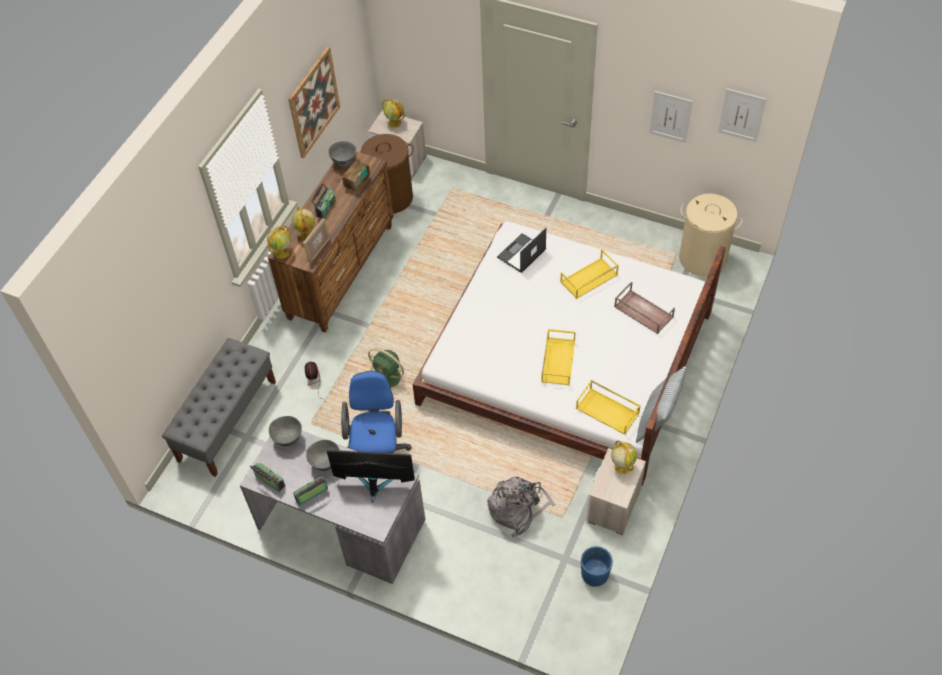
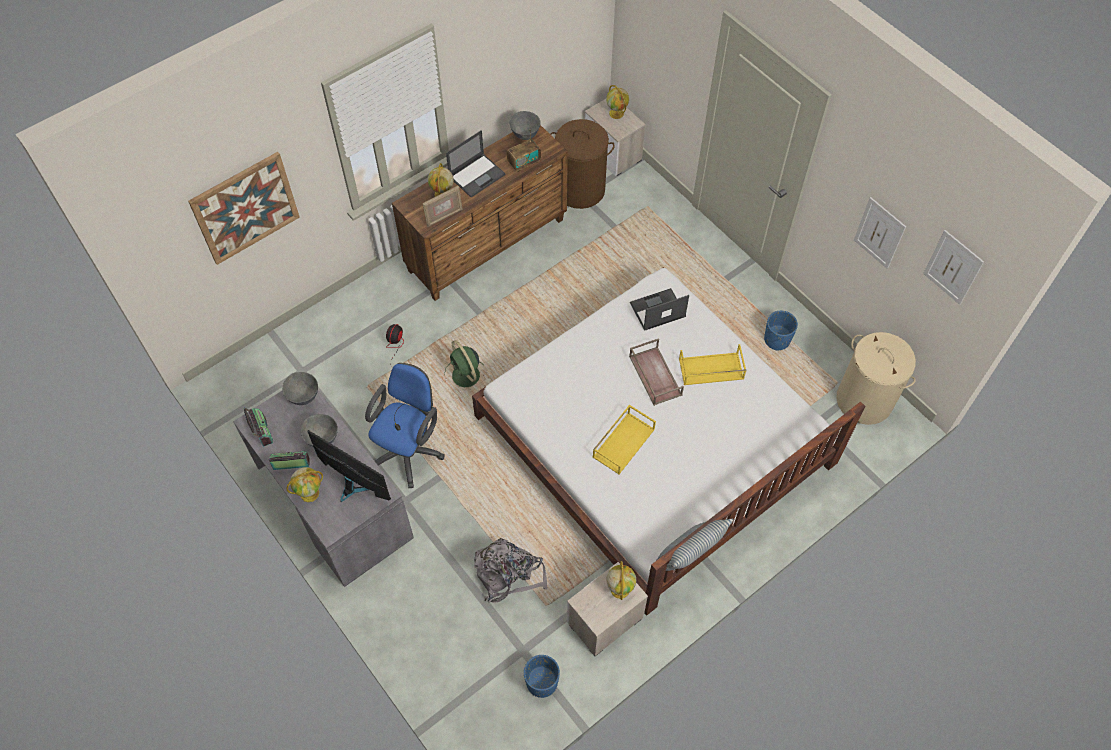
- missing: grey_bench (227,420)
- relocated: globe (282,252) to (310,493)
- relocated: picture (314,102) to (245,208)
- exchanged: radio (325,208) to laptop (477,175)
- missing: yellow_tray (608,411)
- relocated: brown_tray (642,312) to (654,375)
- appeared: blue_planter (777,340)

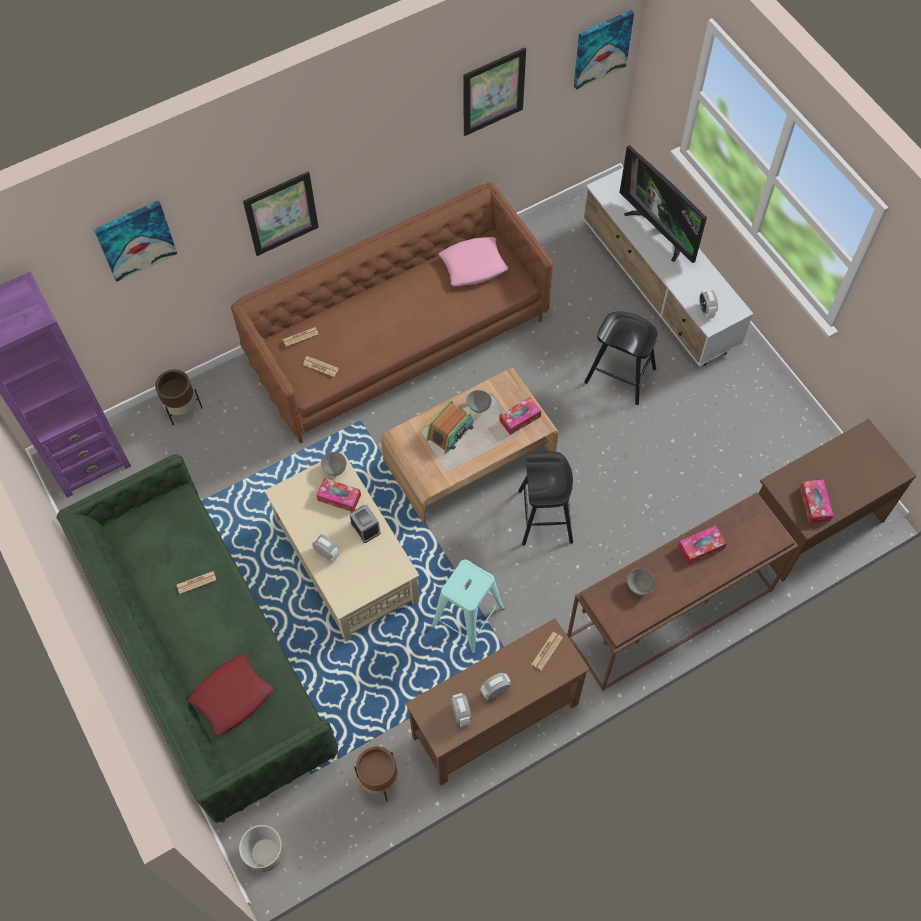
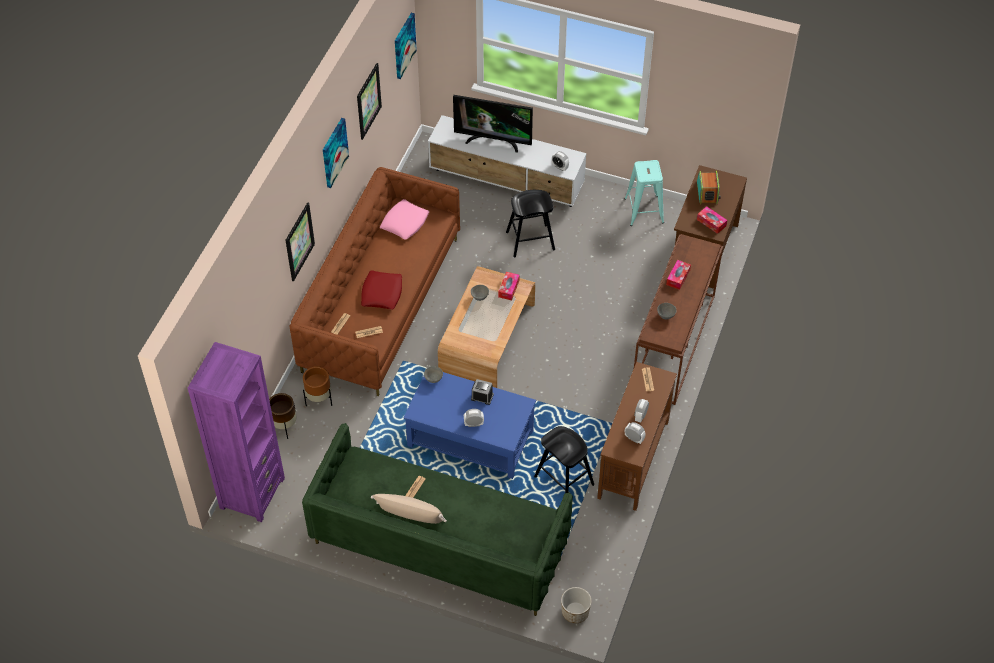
- relocated: picture (135,240) to (334,152)
- relocated: red_pillow (232,696) to (382,293)
- colour: beige_coffee_table (346,560) to blue_coffee_table (470,438)
- missing: tissue_box (339,498)
- relocated: brown_planter (379,779) to (319,399)
- relocated: radio (450,432) to (707,192)
- relocated: turquoise_stool (467,617) to (644,210)
- relocated: black_stool (545,516) to (564,480)
- appeared: beige_pillow (410,514)

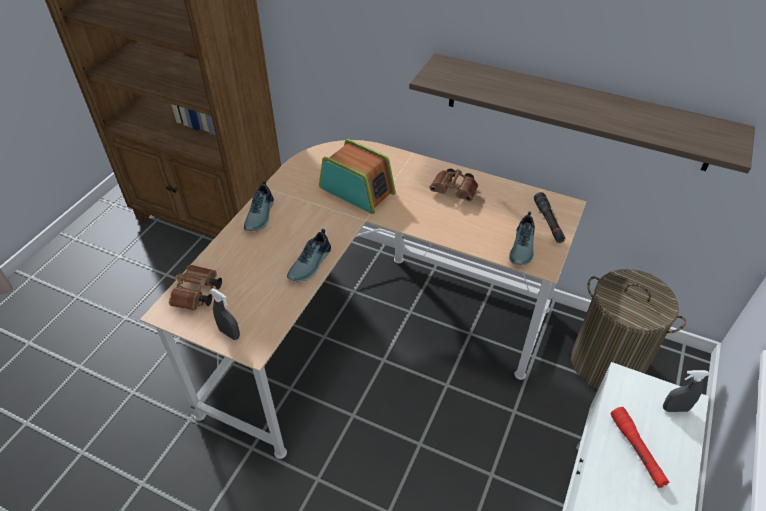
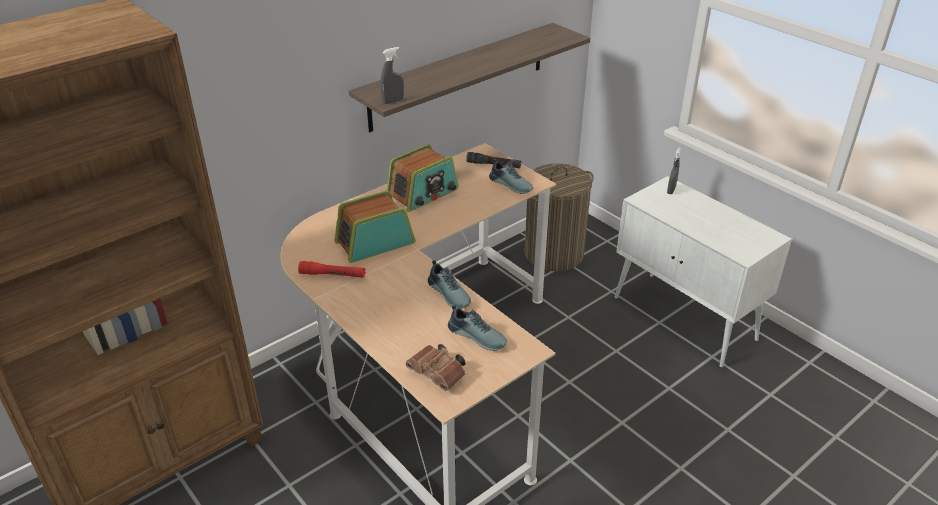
- relocated: grey_spray_bottle (229,333) to (393,101)
- relocated: shoe (261,215) to (478,335)
- exchanged: brown_binoculars (455,192) to radio (423,193)
- relocated: red_flashlight (637,450) to (332,275)

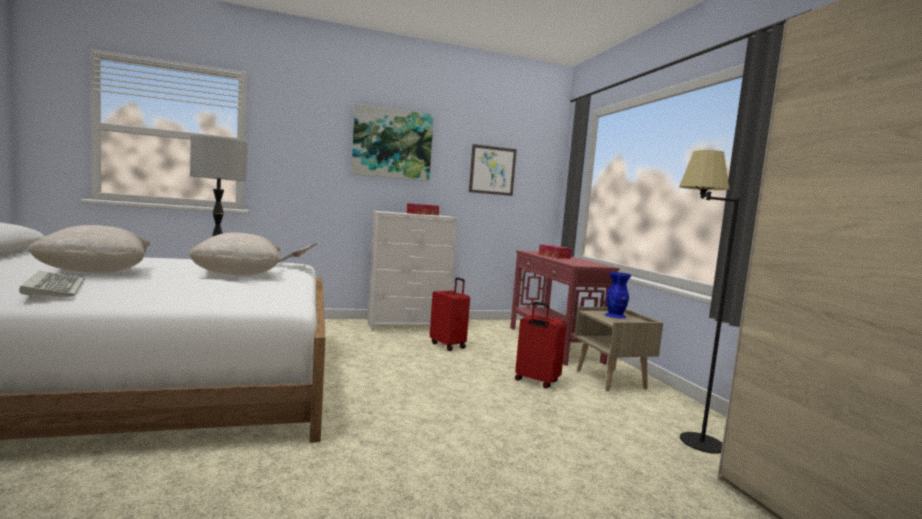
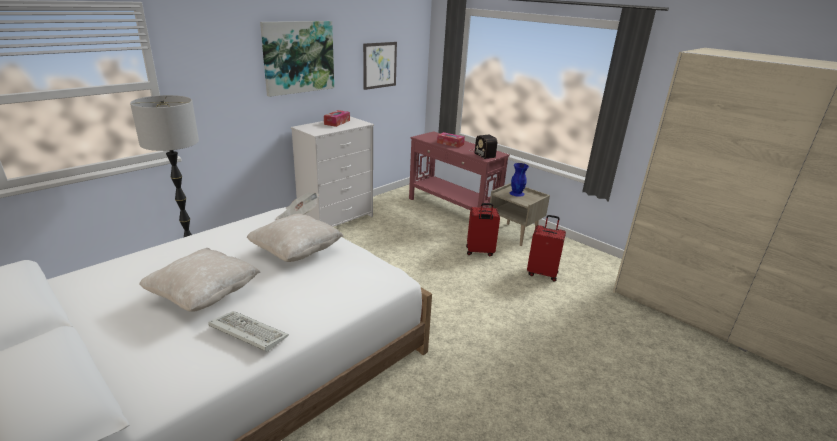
- relocated: red_suitcase (448,345) to (542,273)
- missing: black_floor_lamp (684,434)
- appeared: radio (482,153)

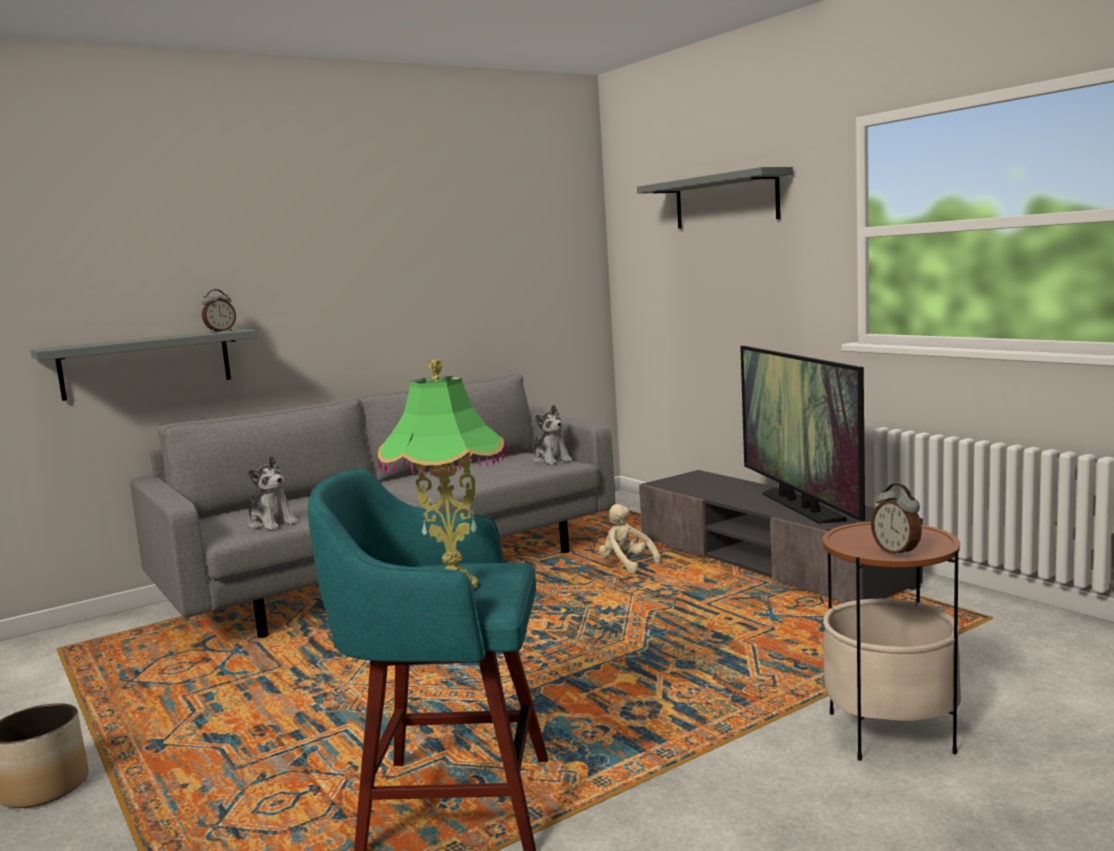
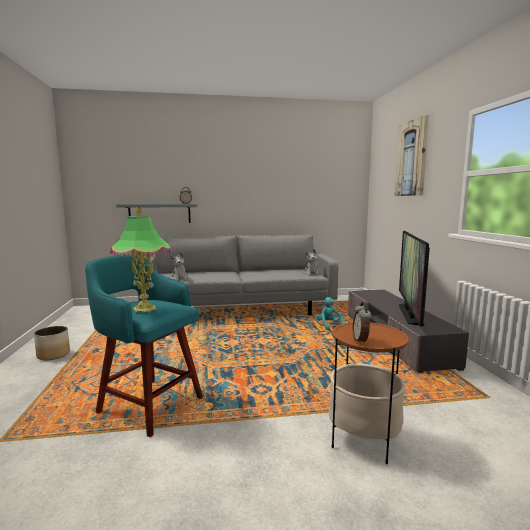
- colour: beige_plush_toy (626,565) to turquoise_plush_toy (329,325)
- exchanged: grey_shelf (725,200) to picture (412,158)

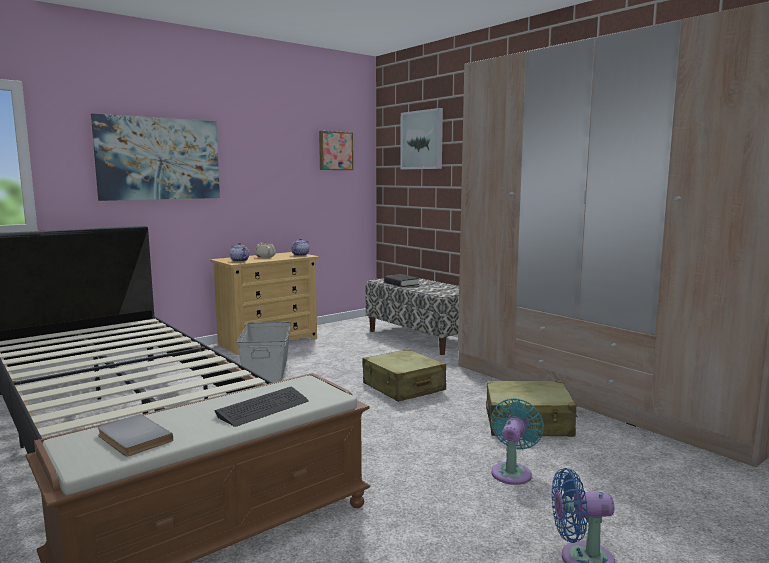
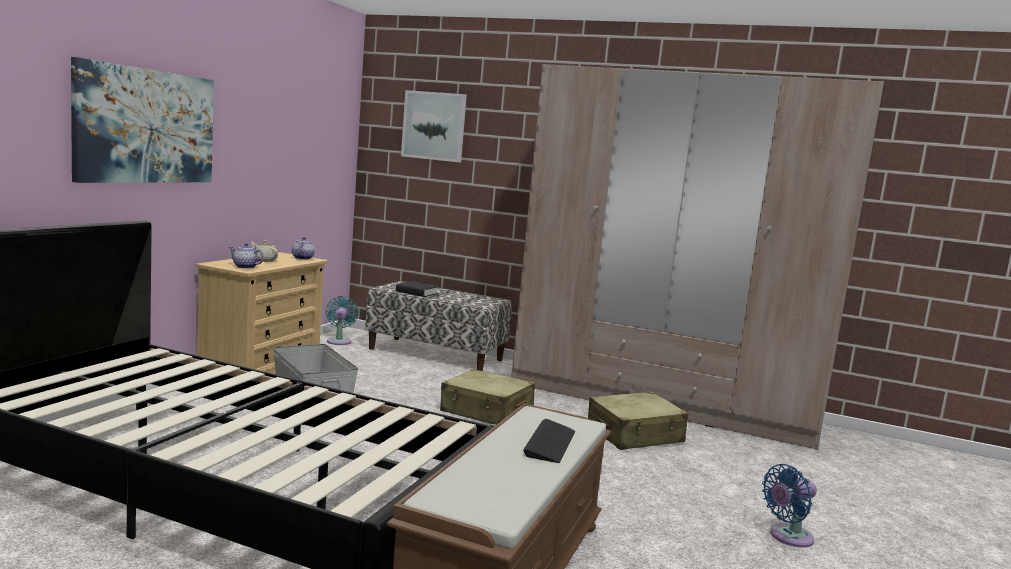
- missing: grey_book (132,438)
- missing: picture (335,151)
- relocated: turquoise_fan (512,472) to (339,341)

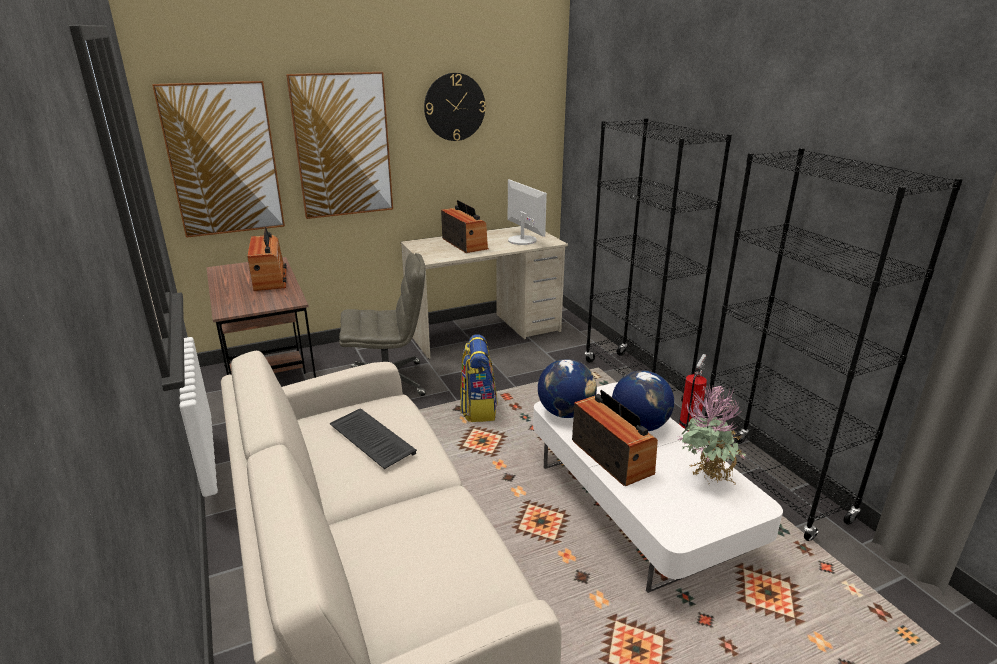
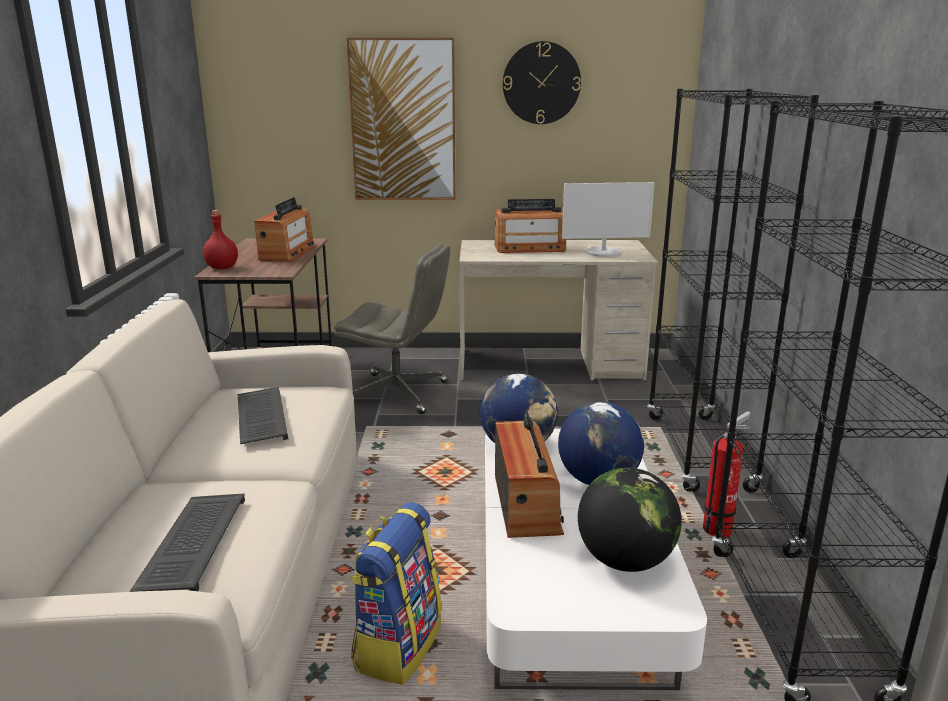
- missing: picture (223,160)
- spun: radio (464,244) = (529,248) 90 degrees clockwise
- relocated: backpack (478,408) to (397,645)
- spun: monitor (522,240) = (603,252) 90 degrees clockwise
- exchanged: potted_plant (706,481) to globe (625,561)
- appeared: keyboard (192,542)
- appeared: red_bottle (221,268)

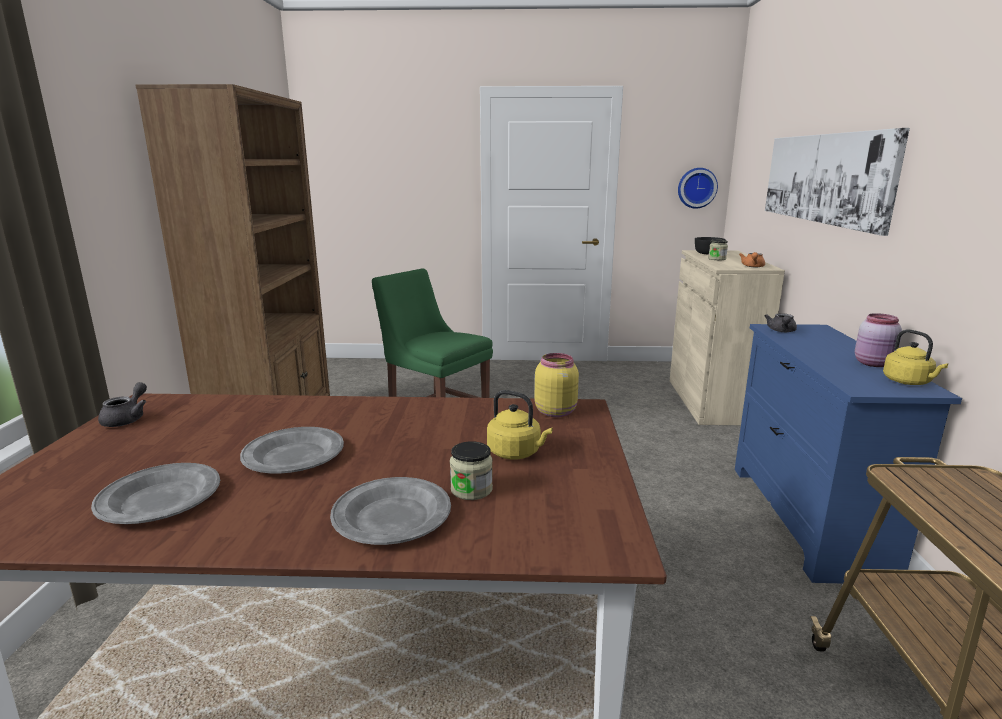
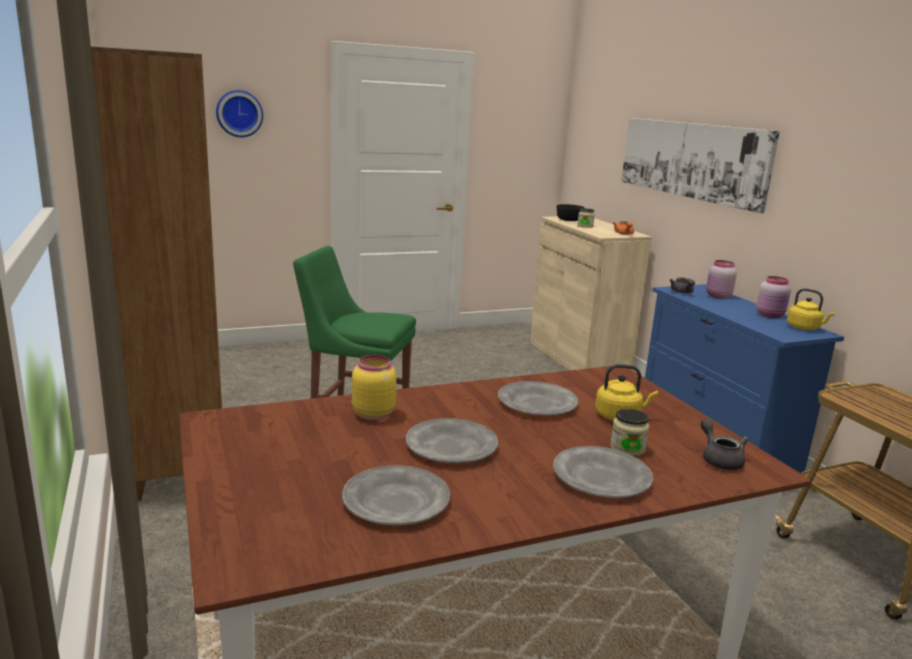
- relocated: grey_teapot (127,419) to (719,459)
- relocated: yellow_jar (555,411) to (373,414)
- relocated: wall_clock (696,188) to (239,113)
- appeared: grey_plate (537,403)
- appeared: pink_jar (717,296)

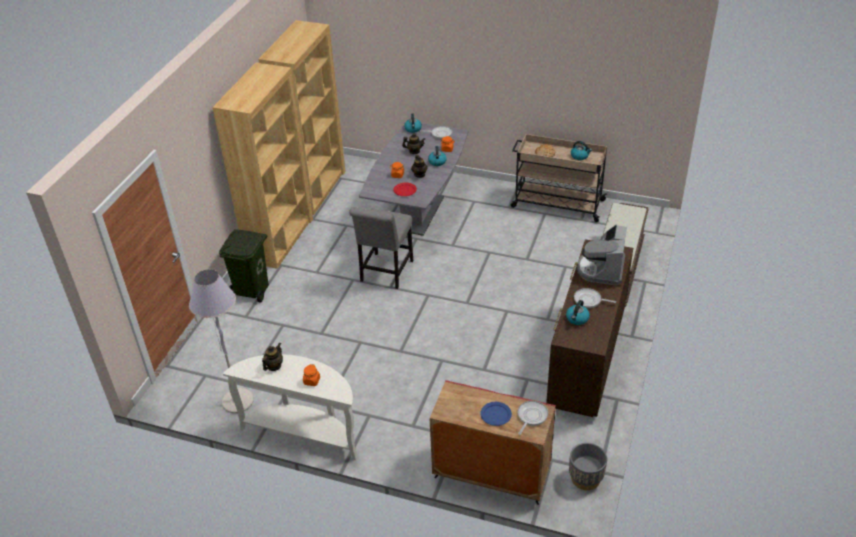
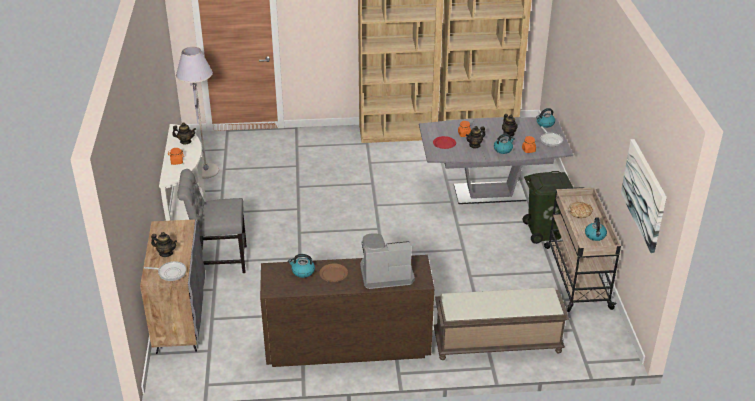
- relocated: green_trash_can (252,290) to (544,232)
- relocated: grey_chair (385,273) to (218,260)
- colour: red_cabinet (490,474) to grey_cabinet (180,318)
- exchanged: blue_plate (495,415) to teapot (166,253)
- missing: grey_planter (585,478)
- exchanged: frying_pan (589,300) to brown_plate (333,274)
- appeared: picture (644,194)

